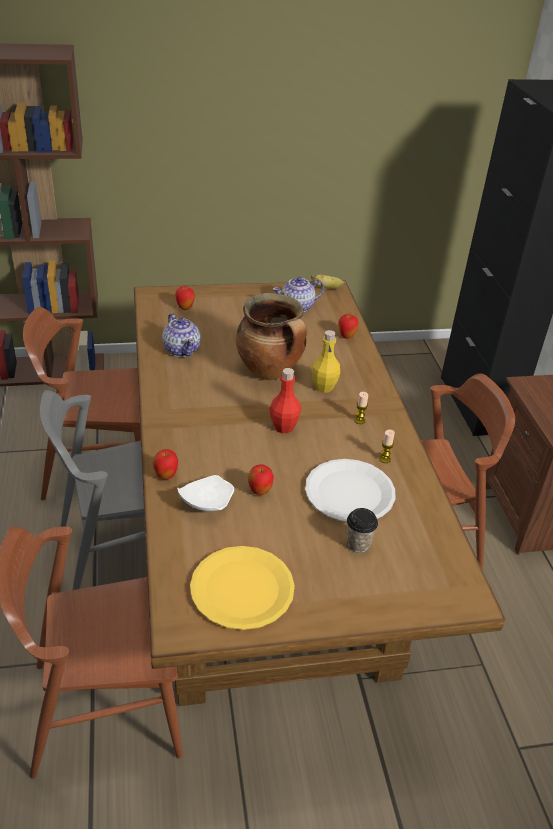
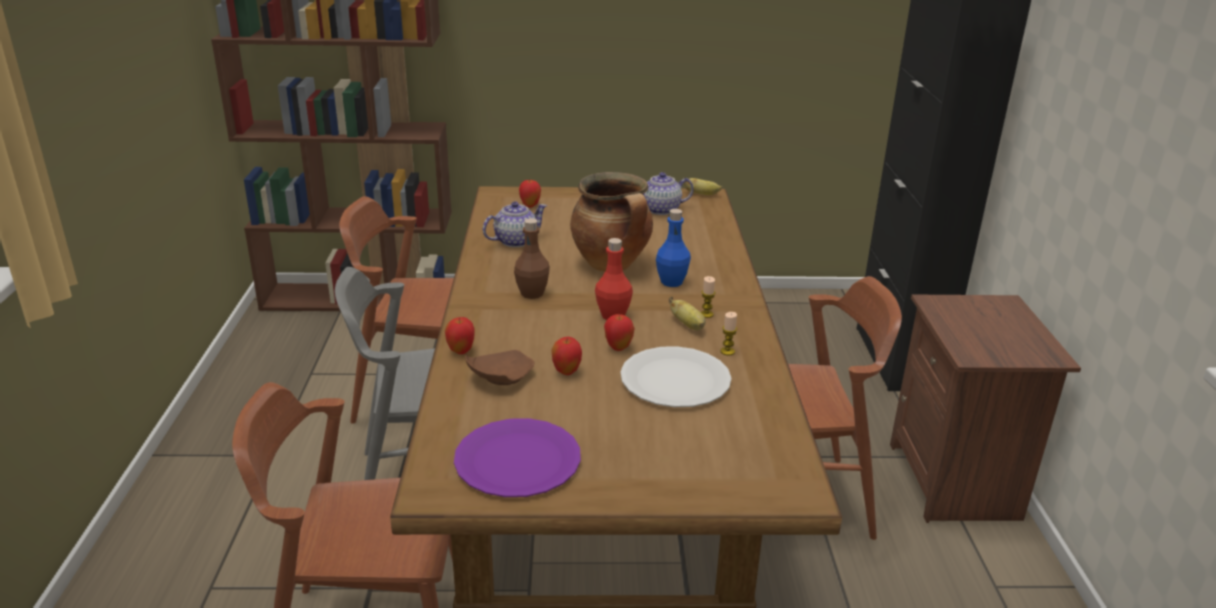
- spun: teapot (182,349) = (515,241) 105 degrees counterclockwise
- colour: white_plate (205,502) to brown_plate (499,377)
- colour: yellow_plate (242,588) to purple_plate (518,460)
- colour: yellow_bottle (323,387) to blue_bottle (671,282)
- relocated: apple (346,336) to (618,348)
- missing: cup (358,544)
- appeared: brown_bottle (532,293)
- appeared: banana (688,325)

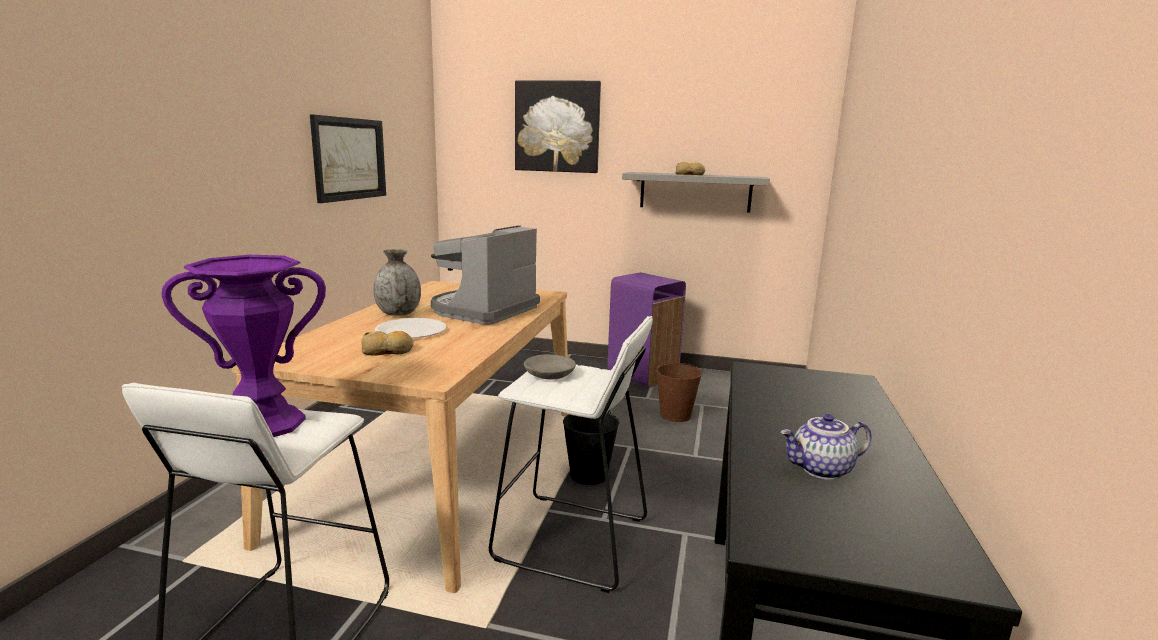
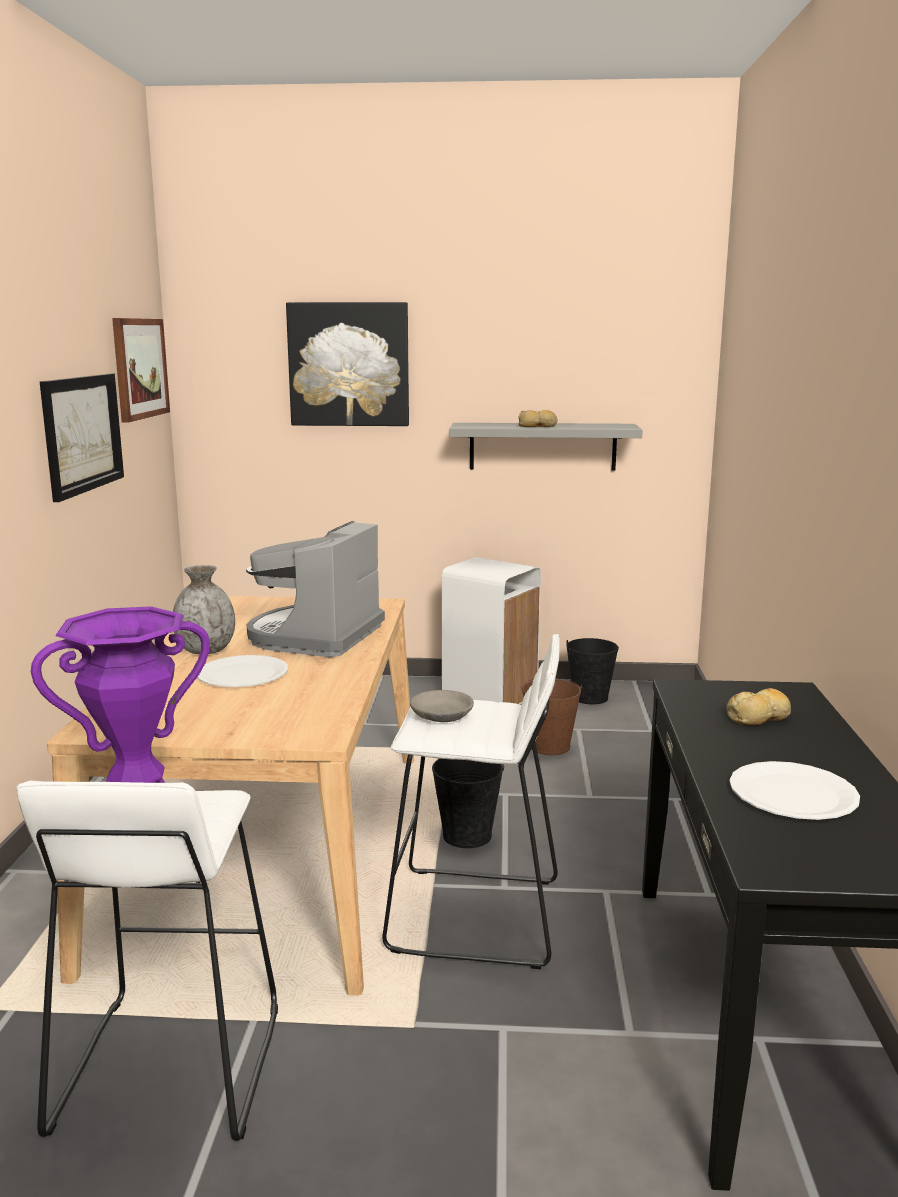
- relocated: bread (388,351) to (759,717)
- colour: purple_trash_can (643,374) to white_trash_can (490,695)
- exchanged: teapot (822,470) to white_plate (793,794)
- appeared: picture (139,368)
- appeared: black_bucket (590,697)

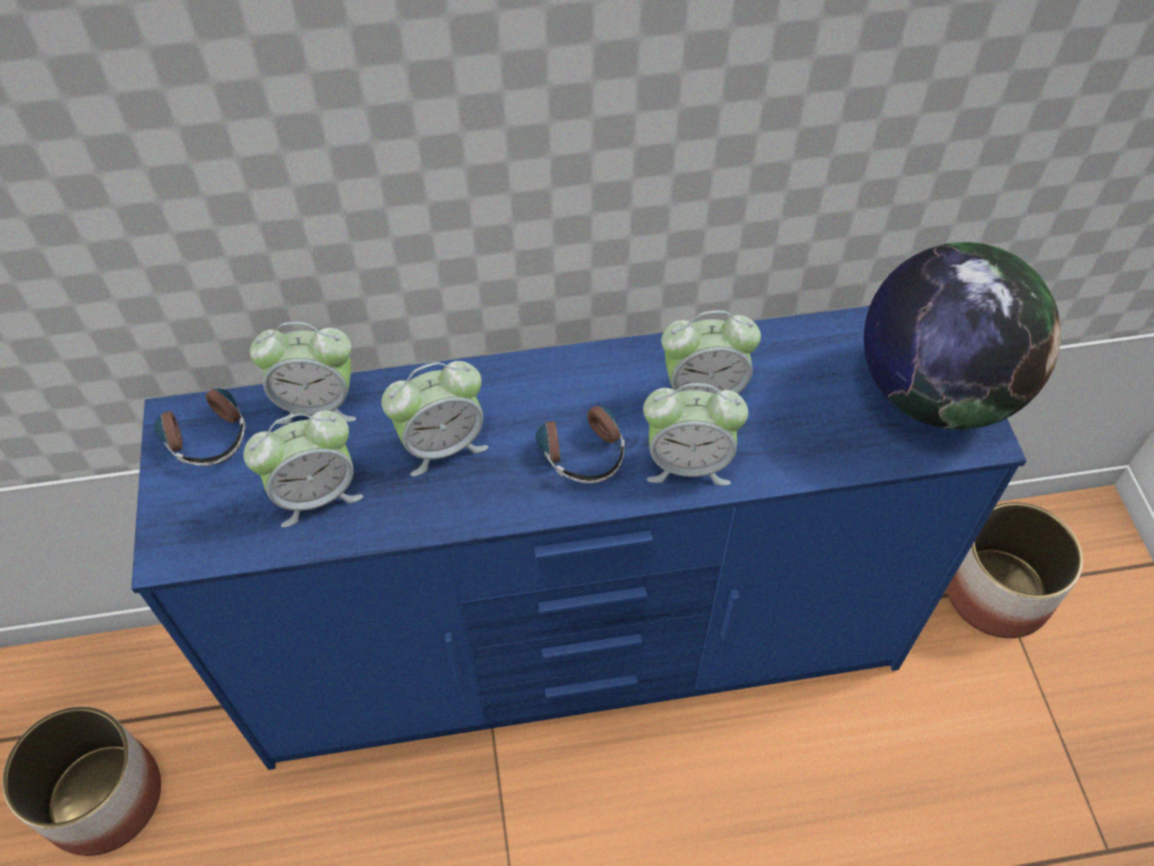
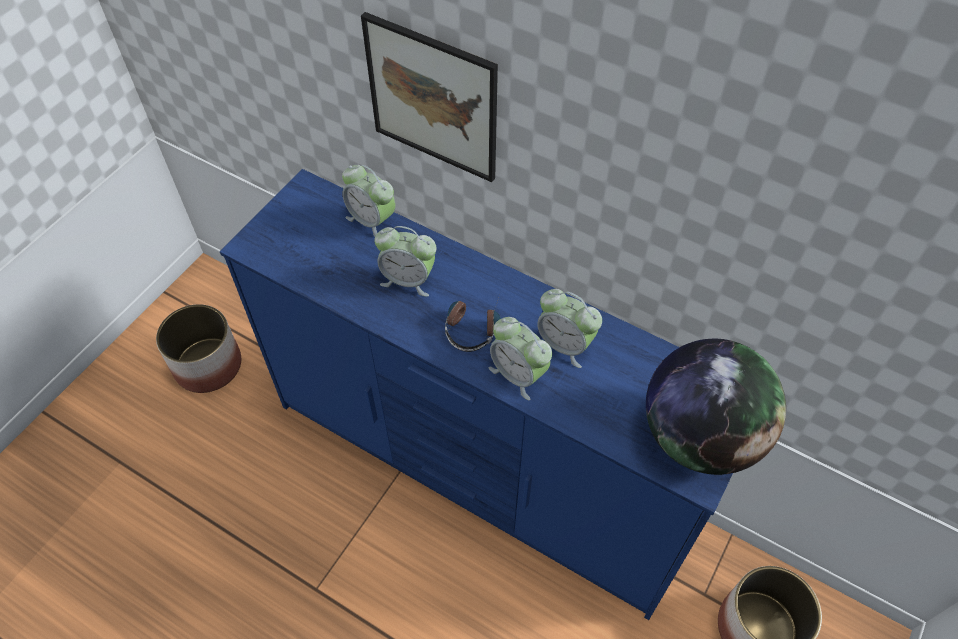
- missing: headphones (202,428)
- missing: alarm_clock (316,494)
- appeared: picture (433,98)

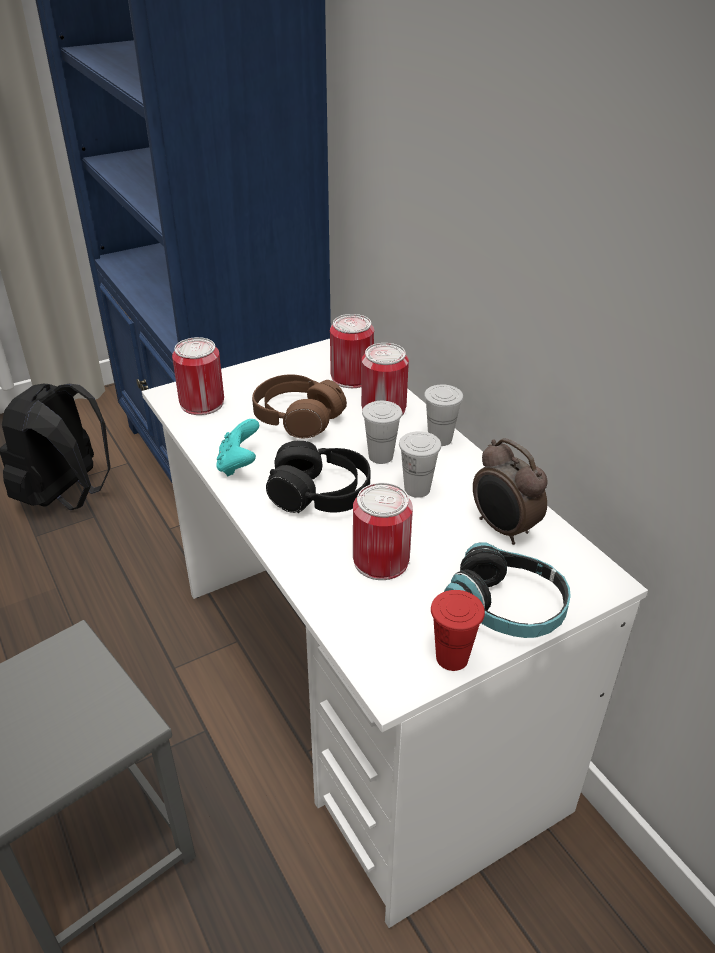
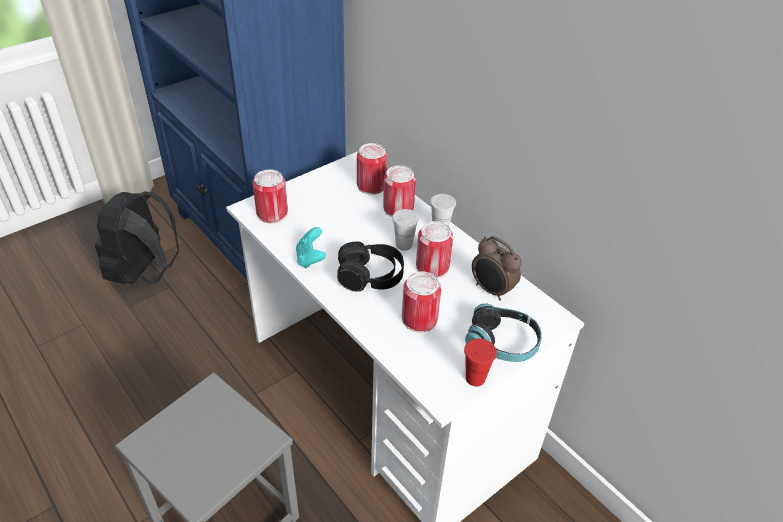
- missing: brown_headphones (297,418)
- exchanged: white_cup (417,489) to can (432,267)

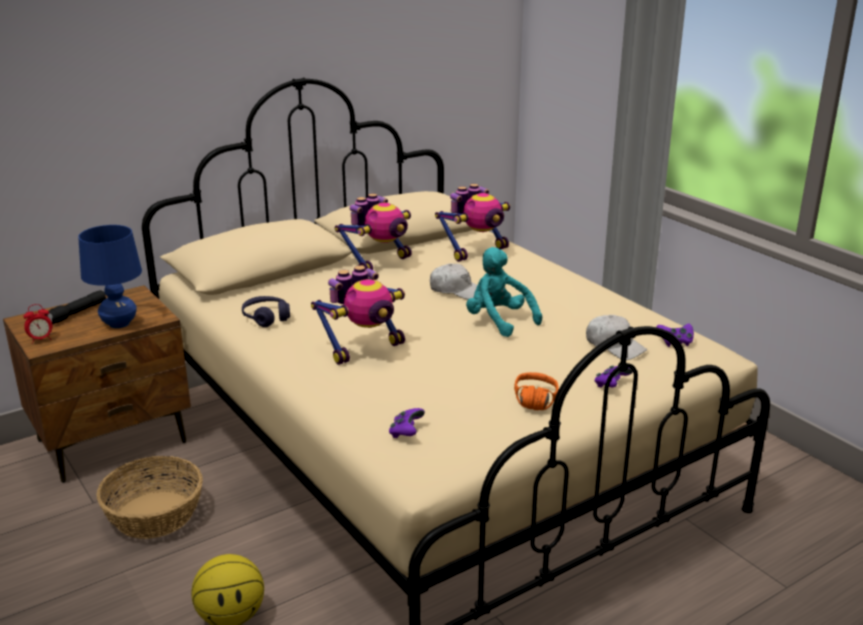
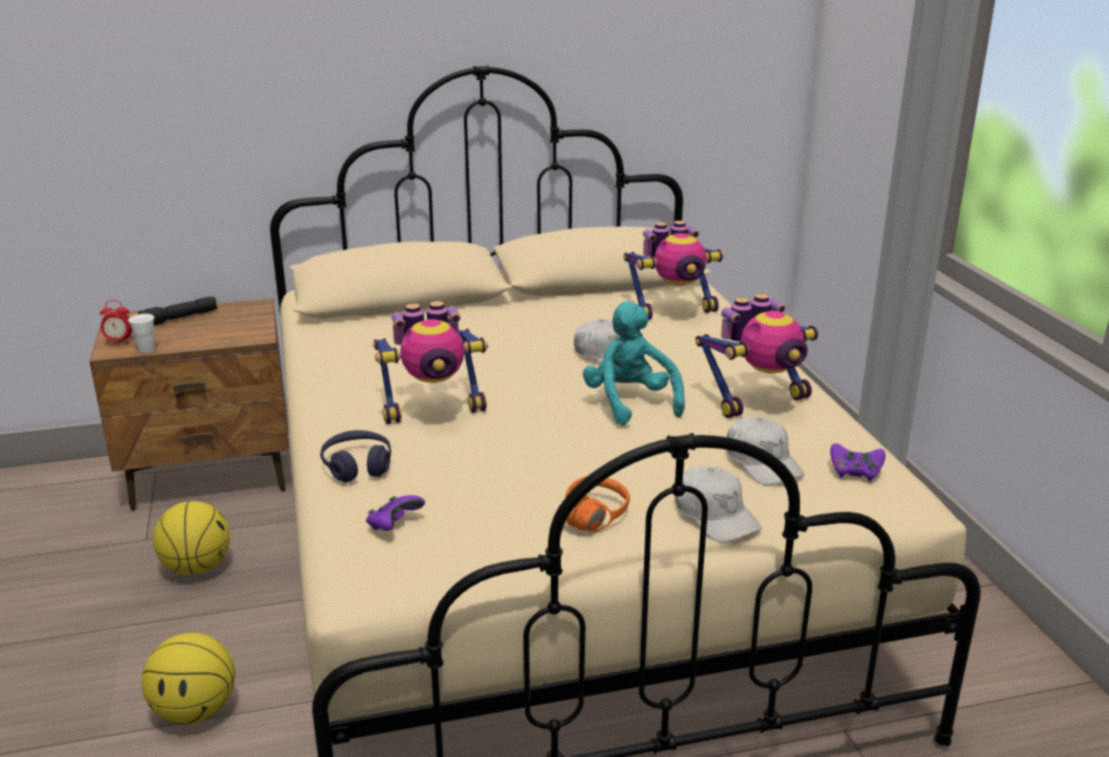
- missing: blue_table_lamp (119,323)
- exchanged: basket (154,514) to basketball (197,567)
- relocated: purple_headphones (266,318) to (357,466)
- relocated: toy_robot (379,263) to (758,401)
- exchanged: purple_game_controller (611,385) to white_cap (715,516)
- appeared: white_cup (146,349)

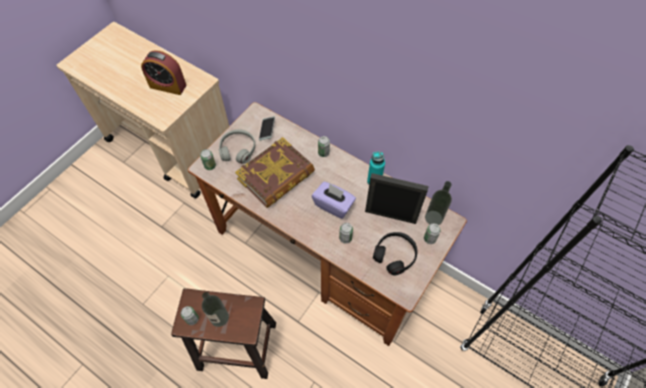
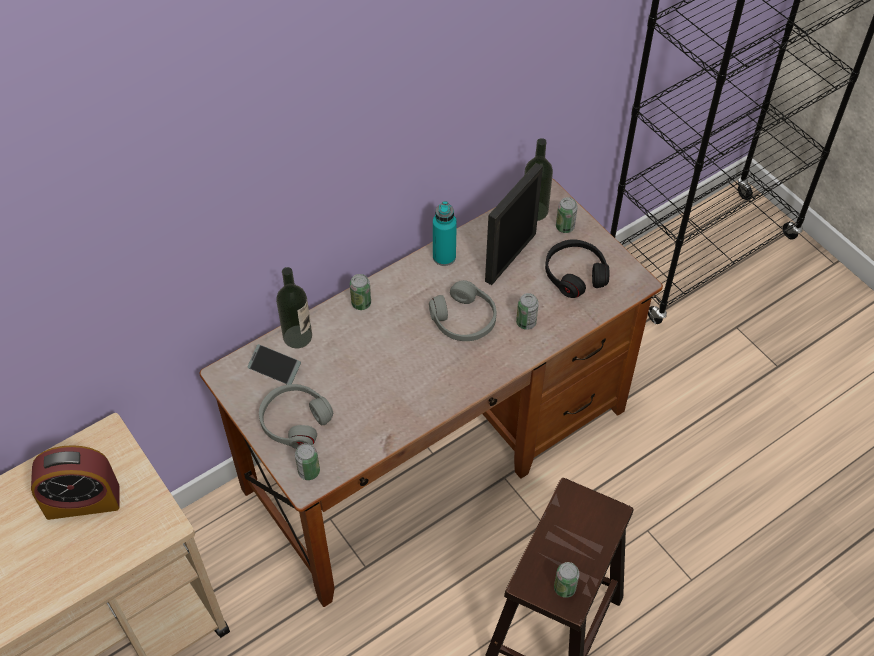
- spun: alarm_clock (168,86) = (83,501) 45 degrees clockwise
- relocated: bottle (219,317) to (297,336)
- missing: book (276,176)
- exchanged: purple_tissue_box (333,205) to grey_headphones (464,319)

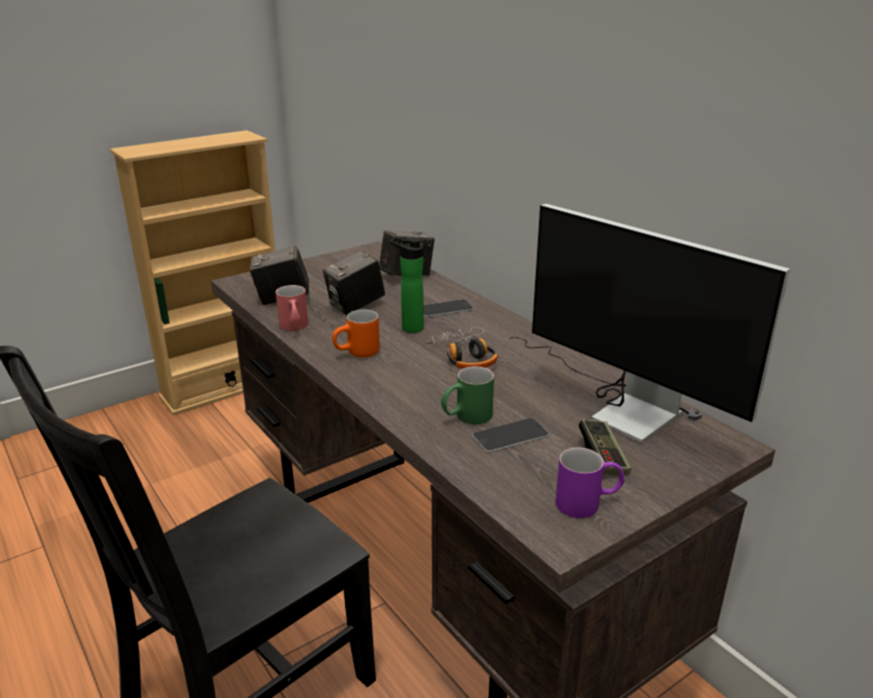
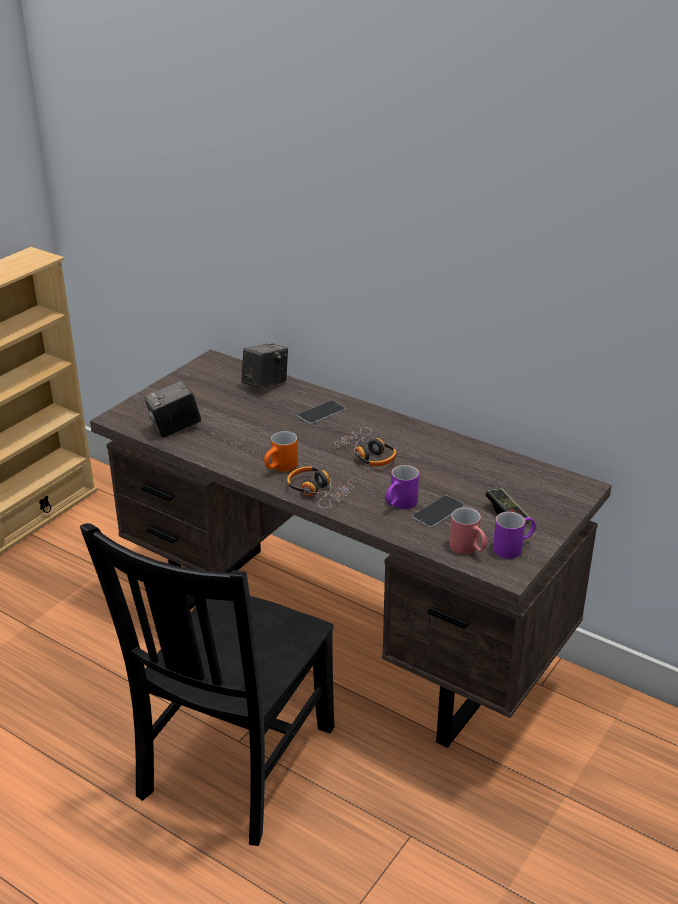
- relocated: red_mug (294,328) to (469,549)
- missing: photo_camera (355,306)
- missing: bottle (409,327)
- colour: green_mug (466,417) to purple_mug (399,505)
- missing: monitor (618,405)
- appeared: headphones (319,492)

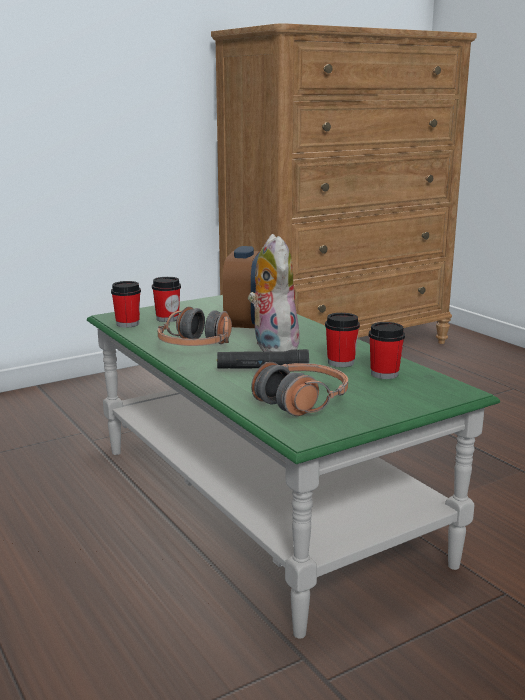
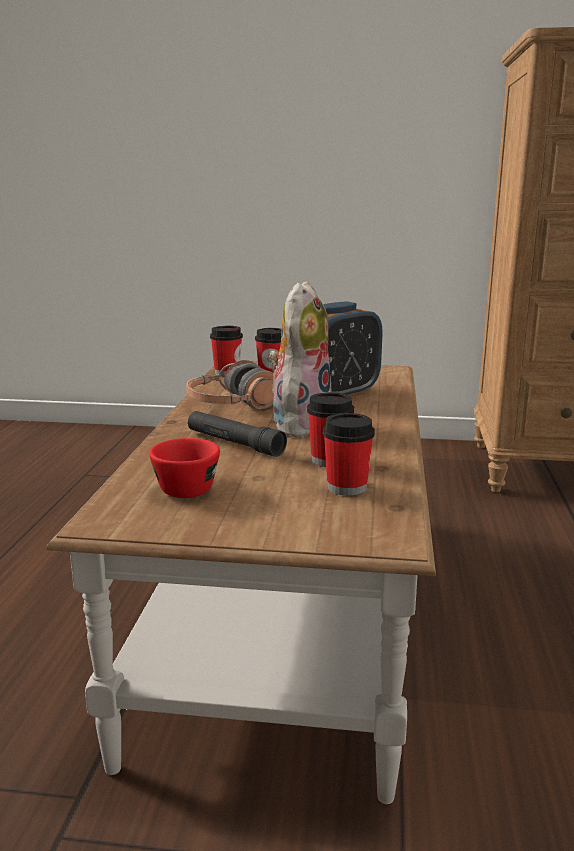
- colour: green_coffee_table (262,502) to brown_coffee_table (287,611)
- exchanged: headphones (301,401) to red_cup (187,486)

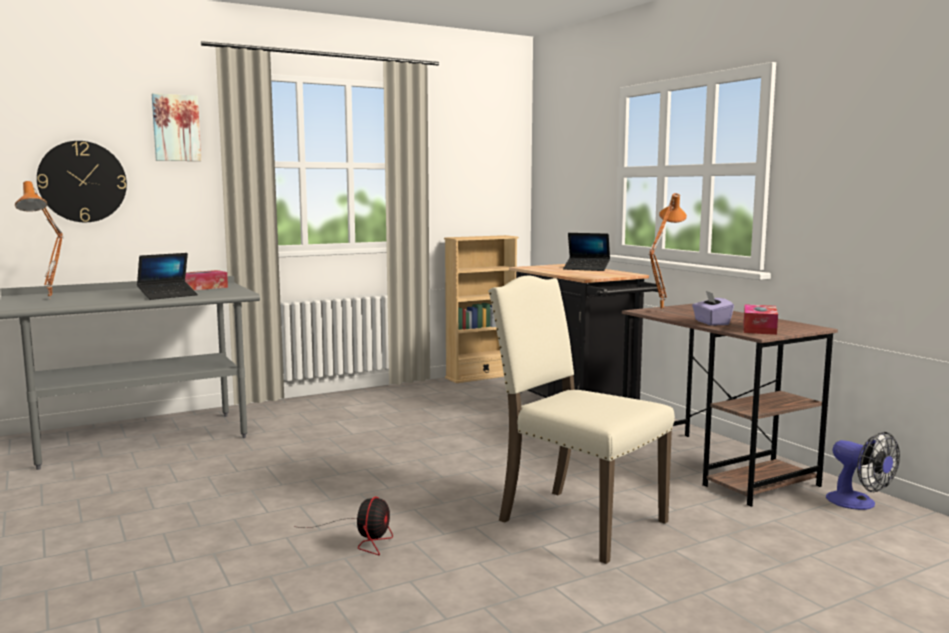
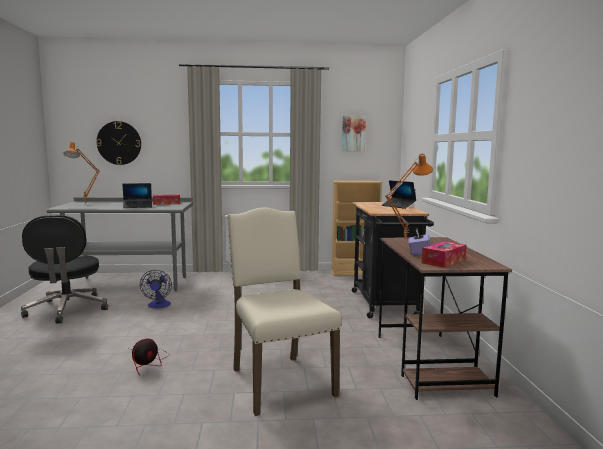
- relocated: picture (176,128) to (353,133)
- relocated: fan (858,504) to (158,306)
- appeared: black_office_chair (67,310)

